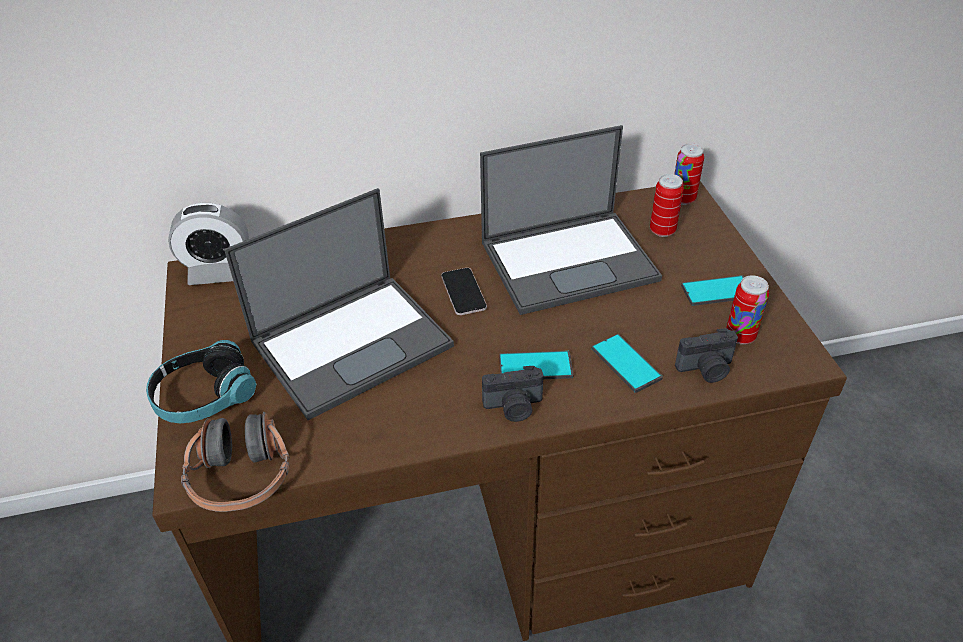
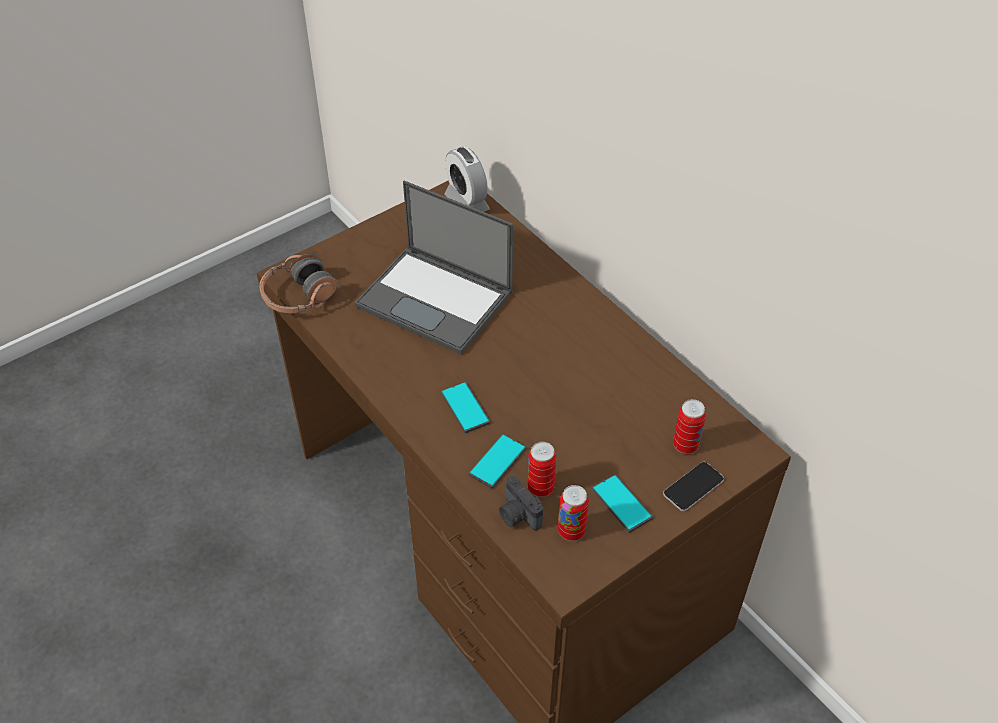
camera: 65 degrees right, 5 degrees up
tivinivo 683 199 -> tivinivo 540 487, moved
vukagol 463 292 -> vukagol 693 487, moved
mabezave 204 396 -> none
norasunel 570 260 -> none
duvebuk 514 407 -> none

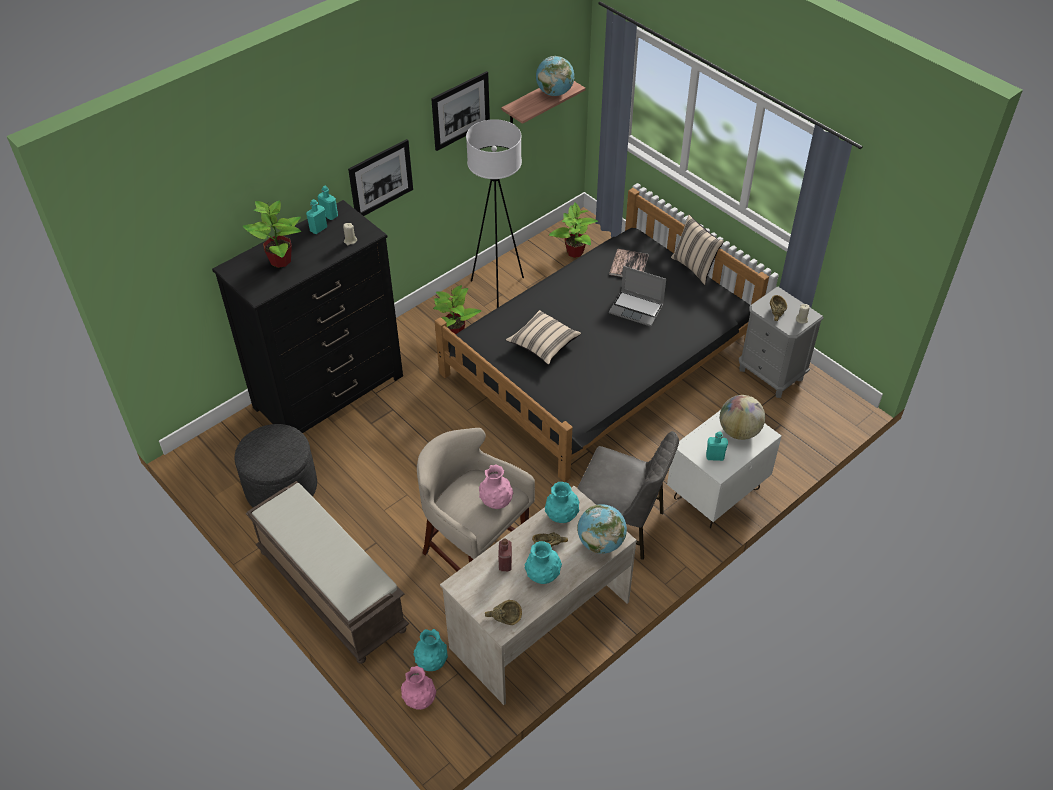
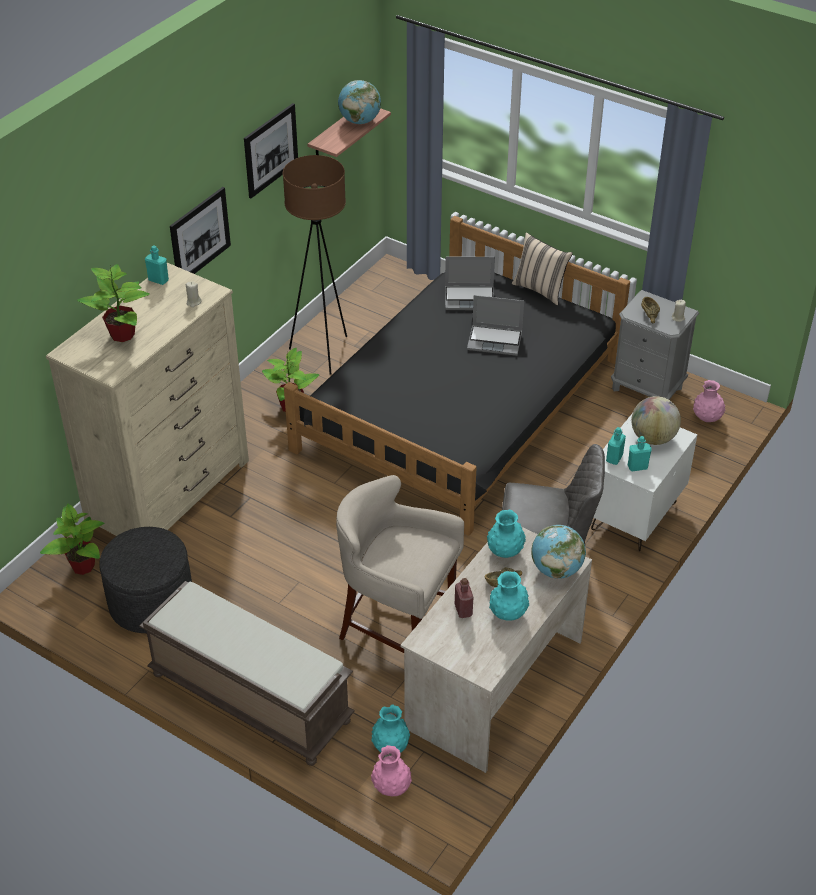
camera: 15 degrees left, 5 degrees down
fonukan 574 252 -> fonukan 82 566, moved
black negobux 329 391 -> beige negobux 169 492
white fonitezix 498 289 -> brown fonitezix 323 352
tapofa 628 265 -> norasunel 470 298
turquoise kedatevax 318 229 -> turquoise kedatevax 614 458, moved
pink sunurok 496 502 -> pink sunurok 706 418, moved
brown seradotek 503 618 -> none
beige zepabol 543 344 -> none

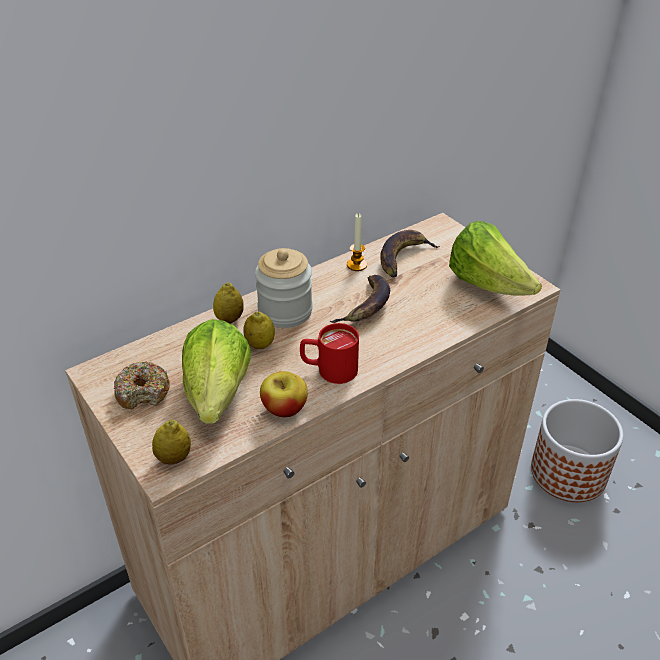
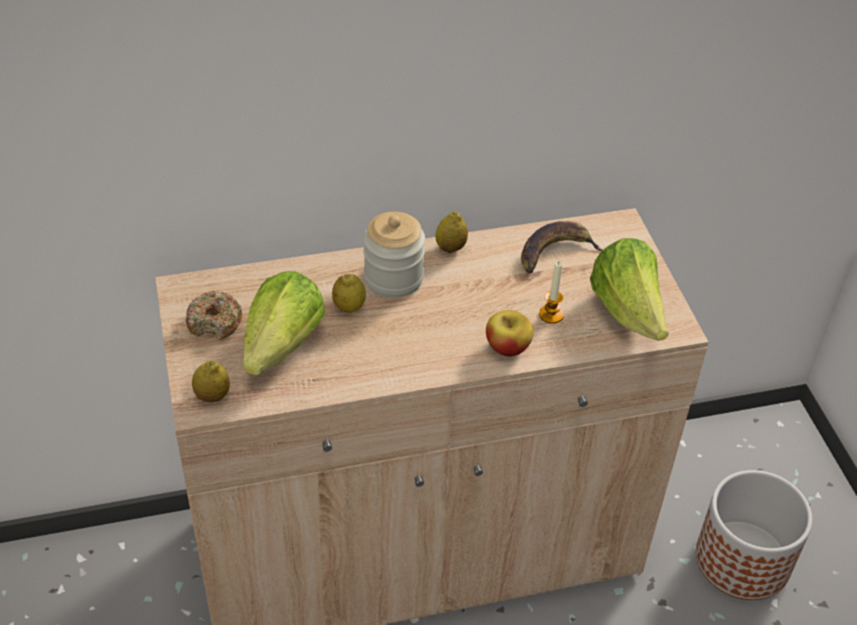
camera: 20 degrees right, 5 degrees up
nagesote 229 319 -> nagesote 451 248, moved
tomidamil 284 408 -> tomidamil 507 347, moved
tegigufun 356 265 -> tegigufun 551 314, moved
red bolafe 329 370 -> none
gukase 366 306 -> none

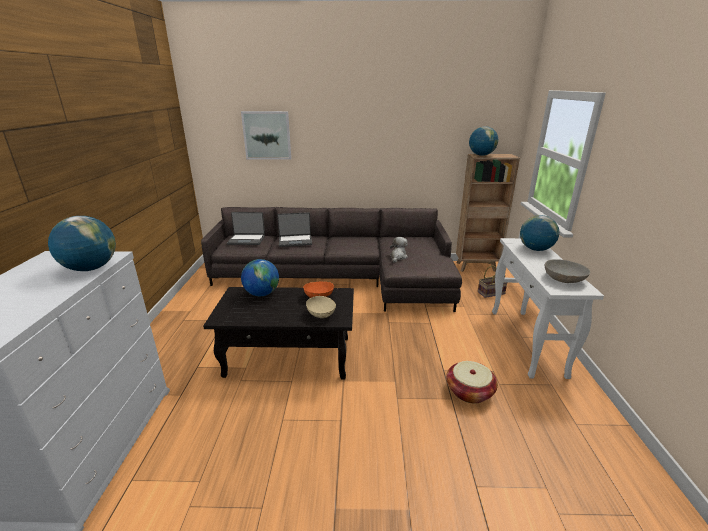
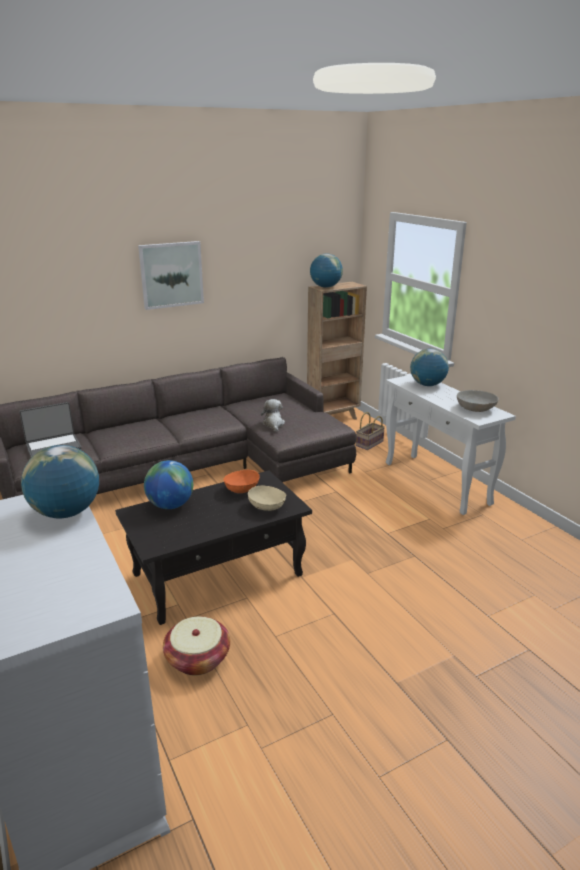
camera: 30 degrees left, 0 degrees up
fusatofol 267 135 -> fusatofol 171 275, moved
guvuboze 469 391 -> guvuboze 198 659, moved
norasunel 295 241 -> none

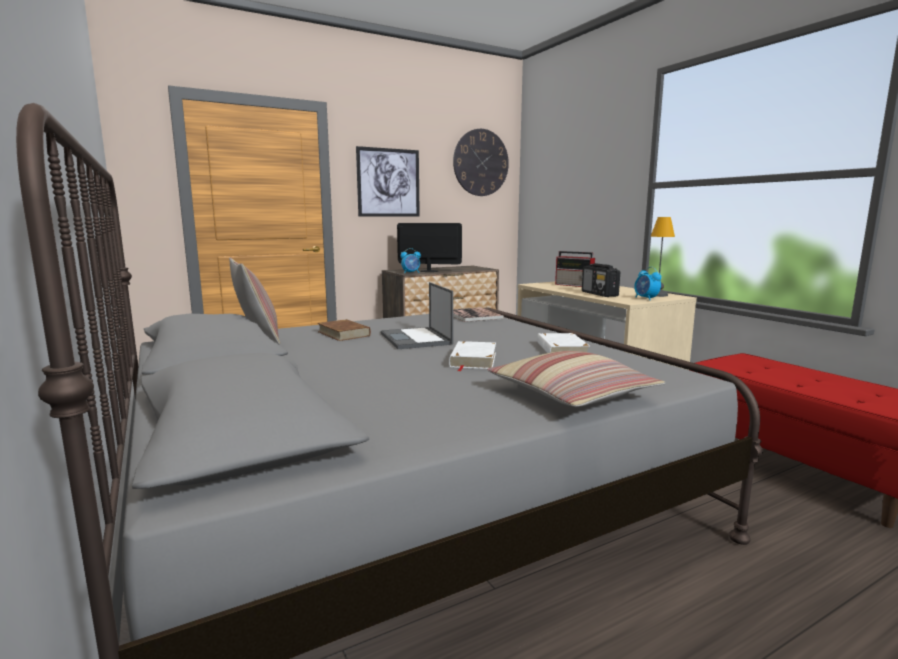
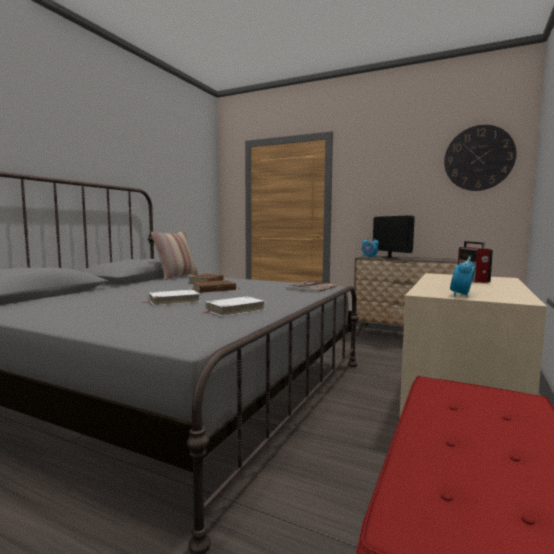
camera: 55 degrees right, 5 degrees down
norasunel 416 339 -> brown tapofa 214 289
fusatofol 388 183 -> none
zepabol 571 394 -> none
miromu 599 294 -> none
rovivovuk 657 295 -> none

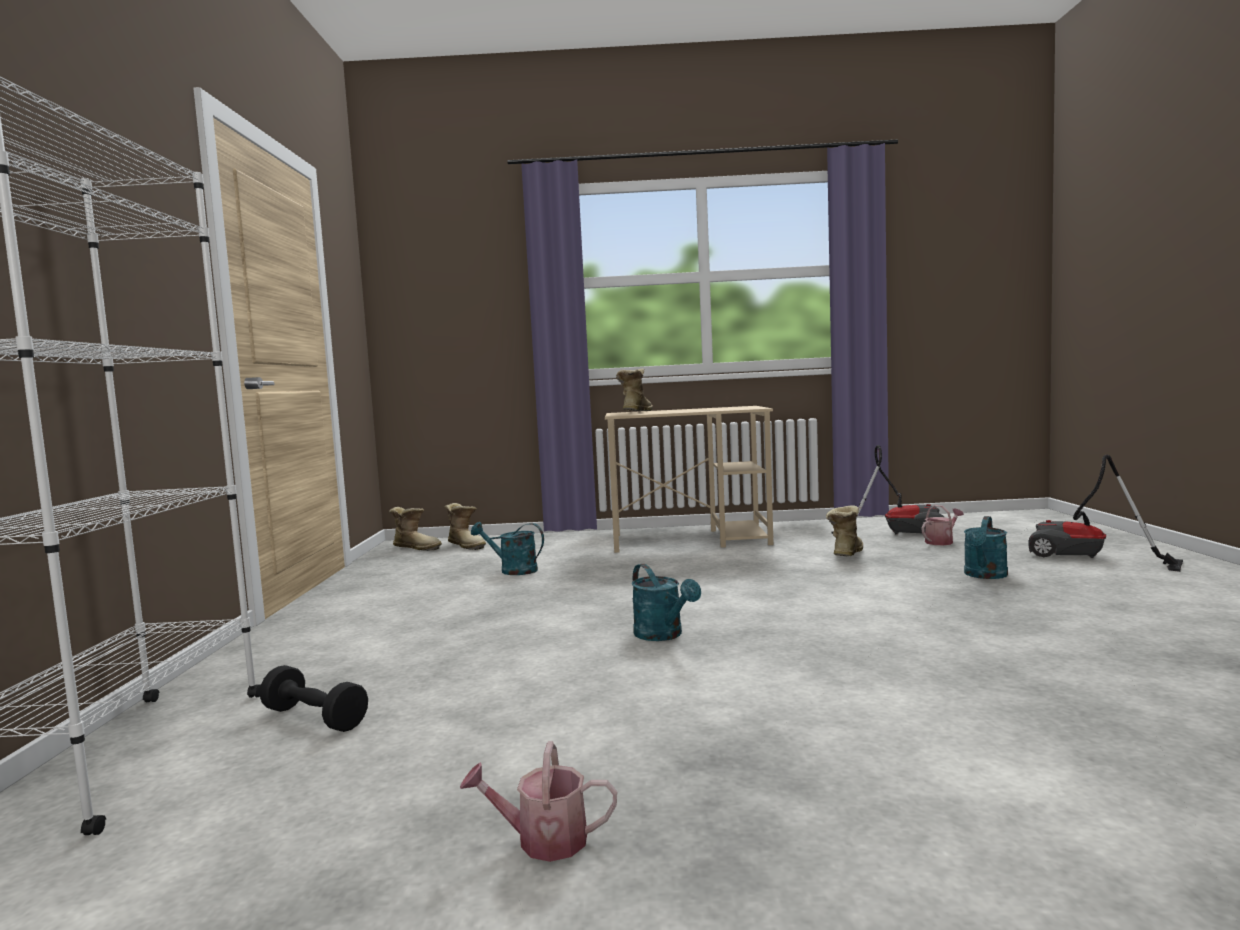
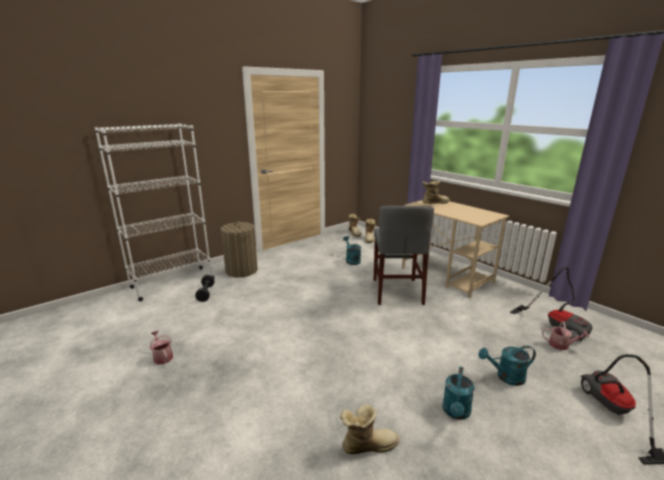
camera: 50 degrees right, 15 degrees up
none -> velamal 241 270
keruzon 845 553 -> keruzon 367 444, moved
none -> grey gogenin 397 291
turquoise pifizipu 663 635 -> turquoise pifizipu 456 412, moved

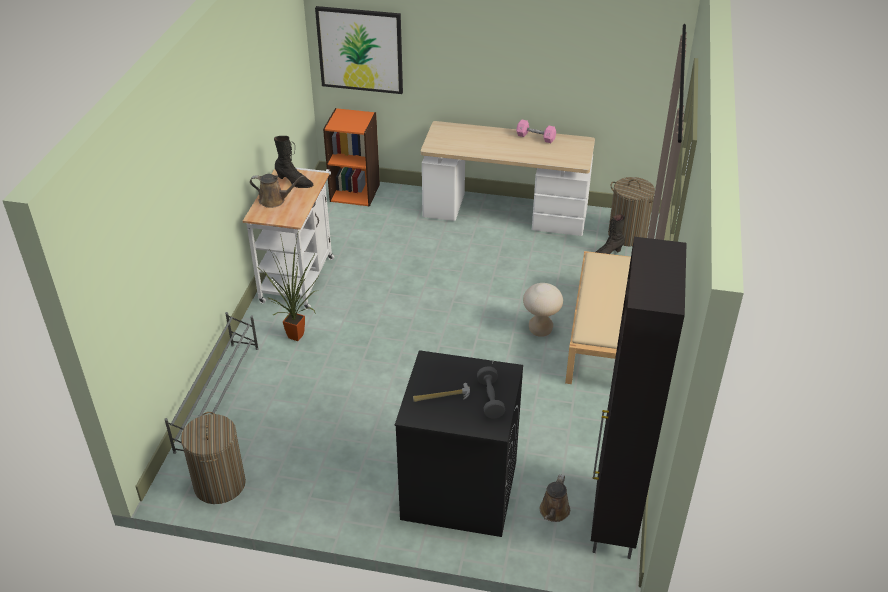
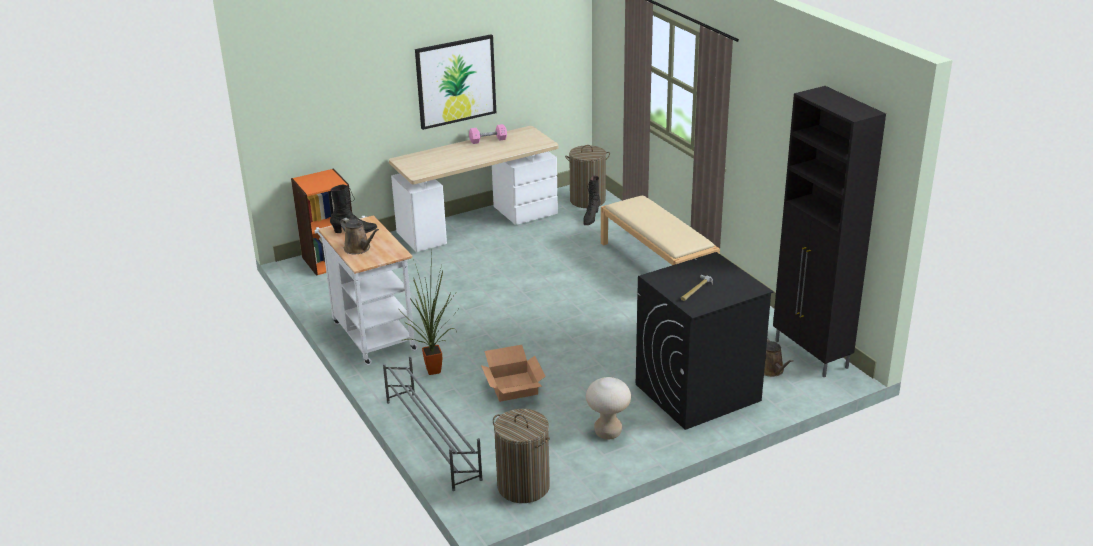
camera: 40 degrees left, 10 degrees down
brown pifizipu 274 200 -> brown pifizipu 359 249, 75 degrees clockwise
fusatofol 360 50 -> fusatofol 456 81, moved
none -> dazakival 514 386
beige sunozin 540 330 -> beige sunozin 608 433, moved
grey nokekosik 490 399 -> none

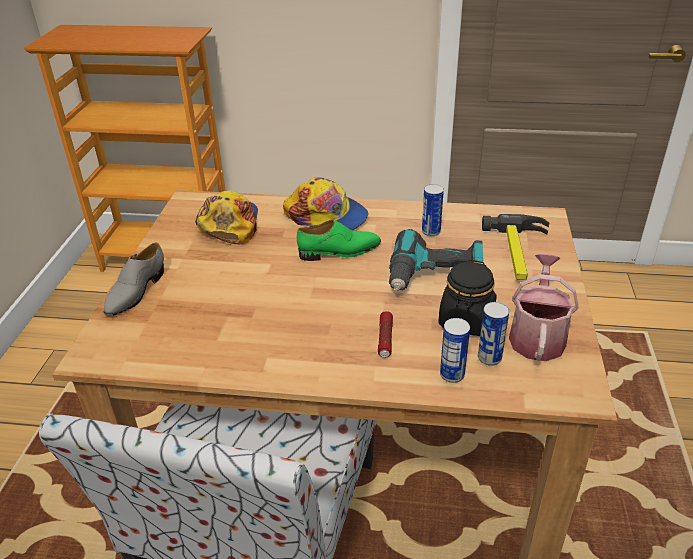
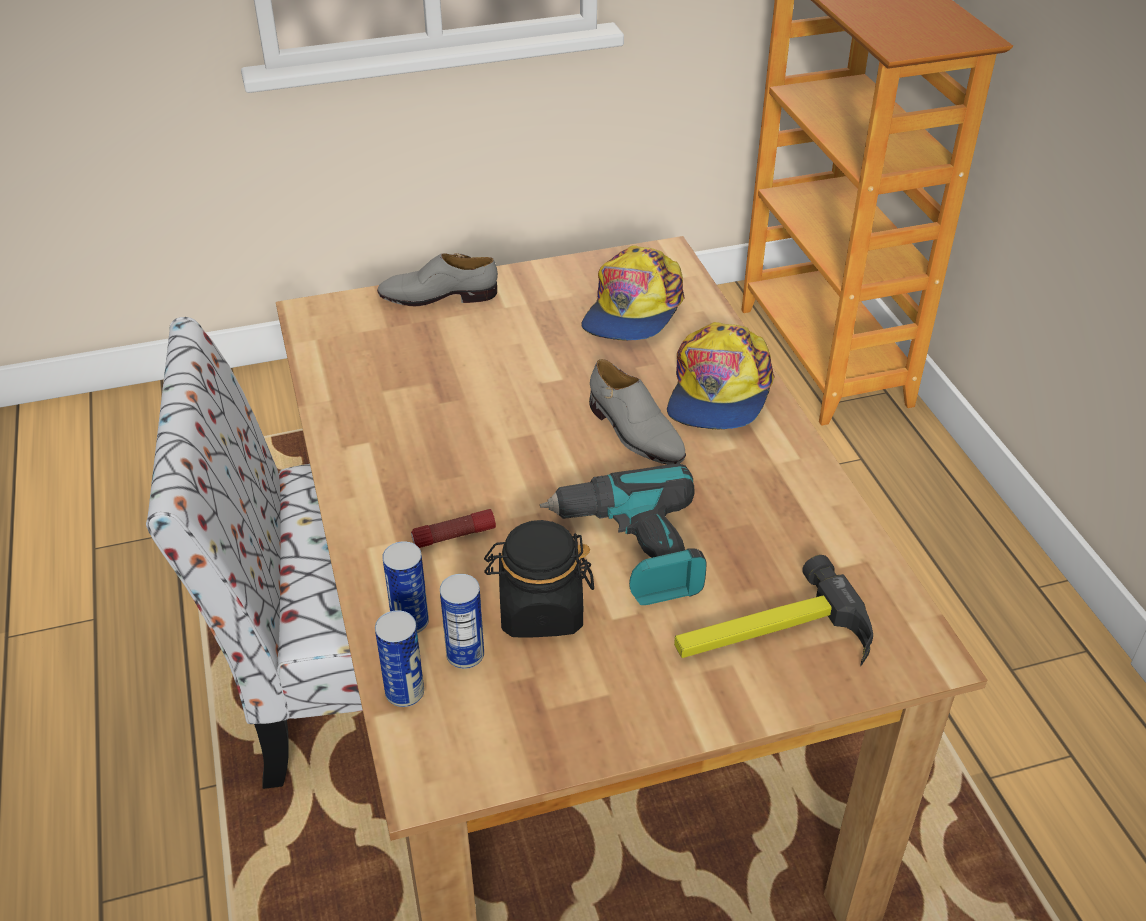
camera: 65 degrees right, 5 degrees up
tivinivo 431 231 -> tivinivo 405 693, moved
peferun 229 223 -> peferun 633 309, 135 degrees clockwise
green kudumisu 340 251 -> grey kudumisu 635 432
pifizipu 537 335 -> none

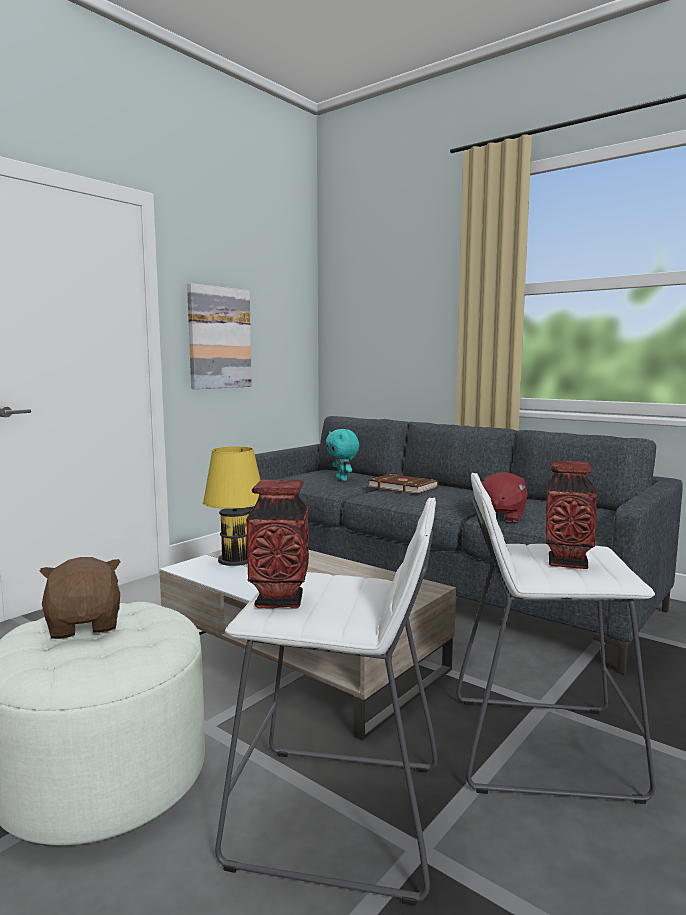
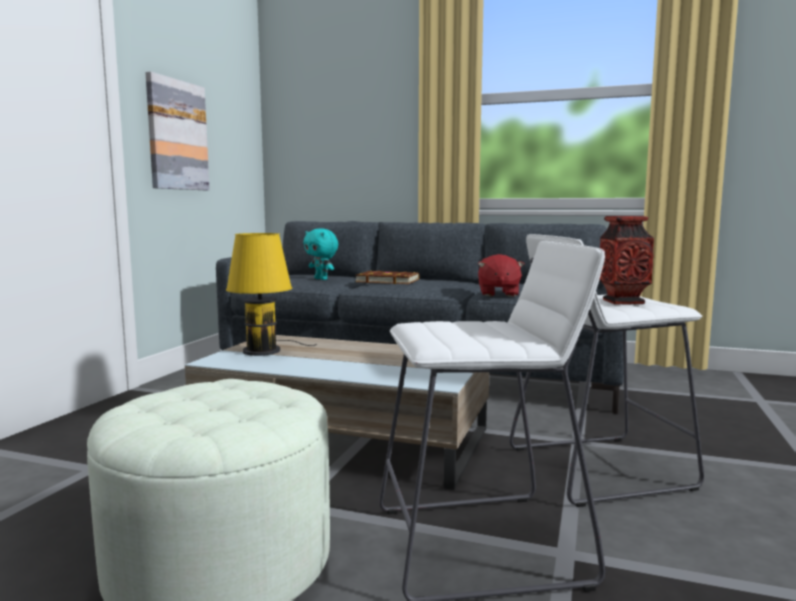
camera: 20 degrees left, 0 degrees up
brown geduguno 85 625 -> none
sunurok 280 600 -> none

